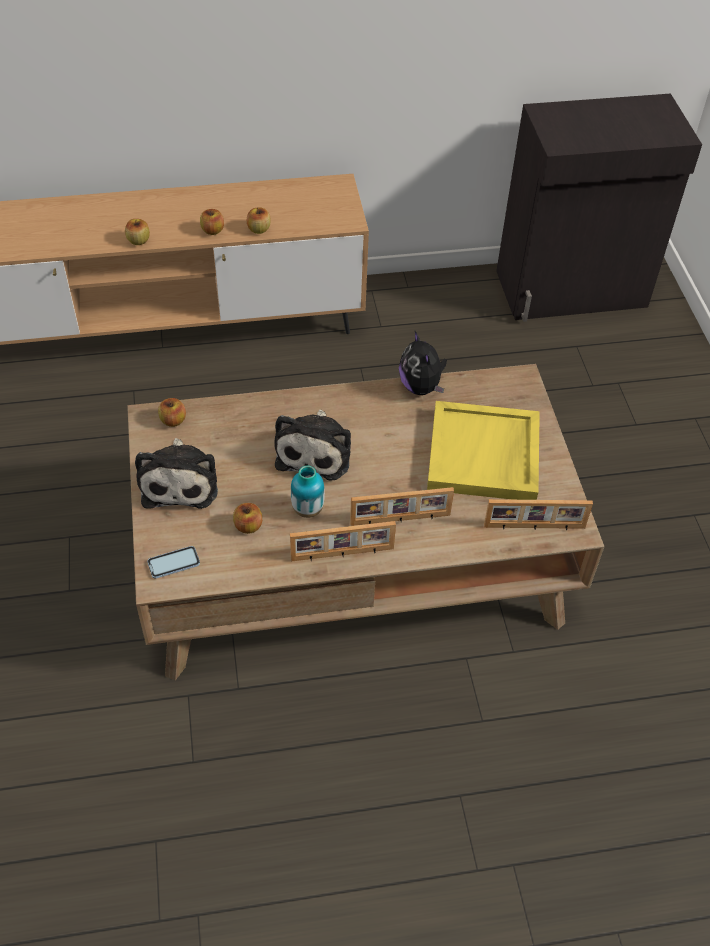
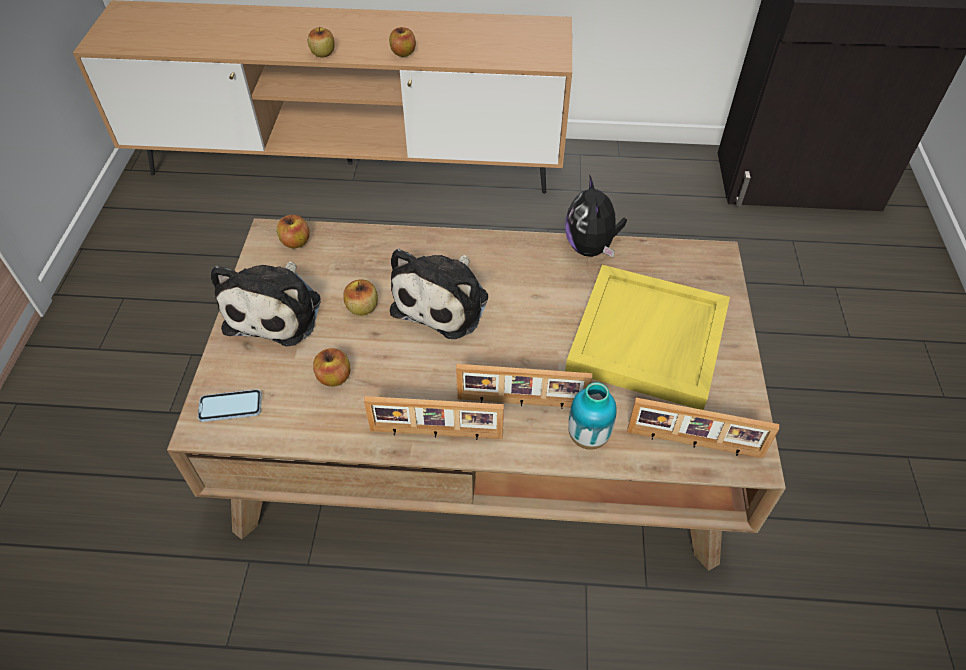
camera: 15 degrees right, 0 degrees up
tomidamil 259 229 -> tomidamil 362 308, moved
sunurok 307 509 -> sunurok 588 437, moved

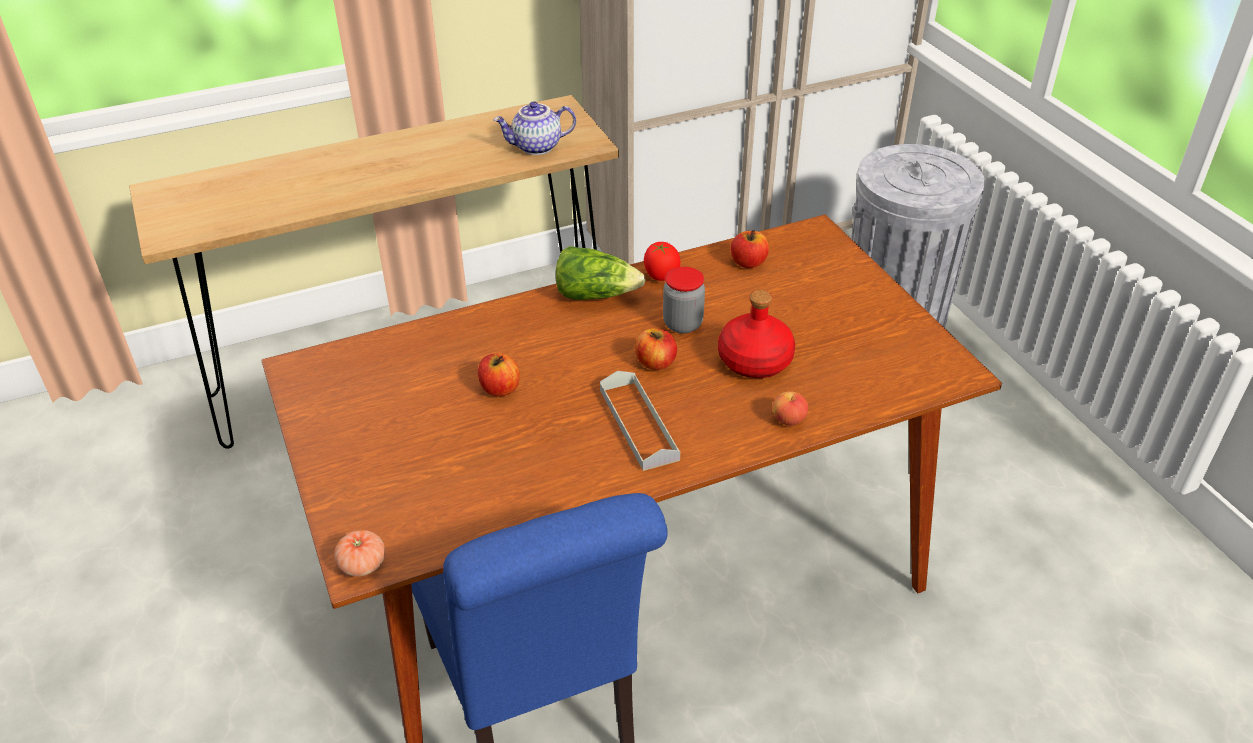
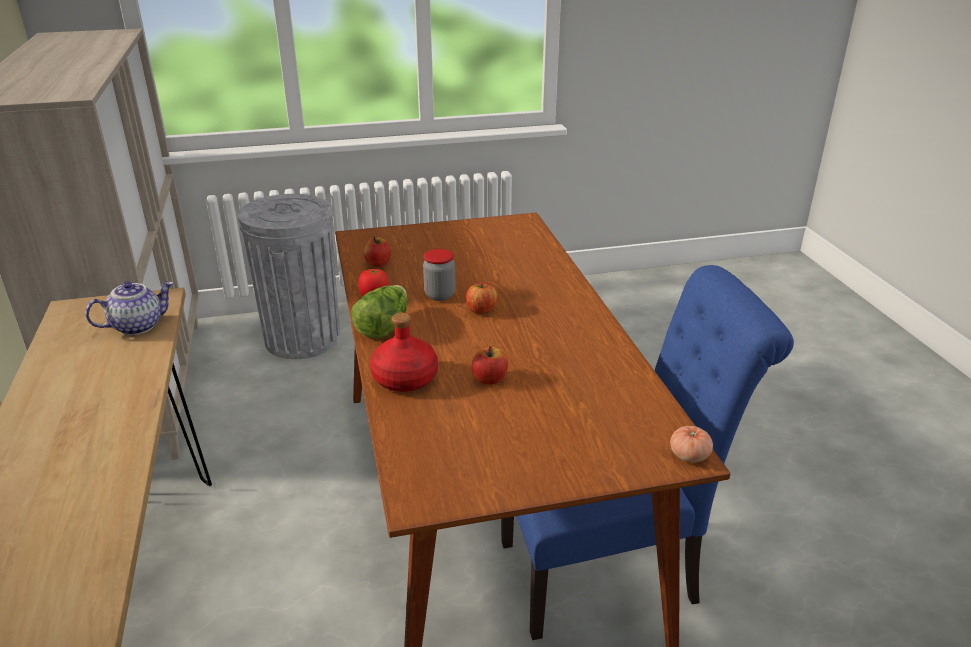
camera: 80 degrees left, 10 degrees down
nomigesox 536 147 -> nomigesox 137 326, 120 degrees counterclockwise
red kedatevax 754 361 -> red kedatevax 406 379, moved
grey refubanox 638 424 -> none
tomidamil 788 419 -> none

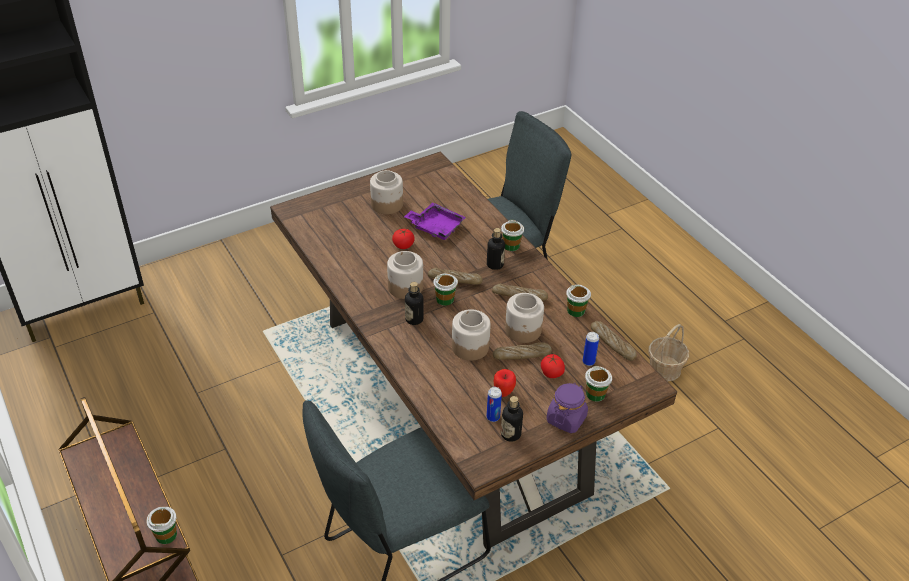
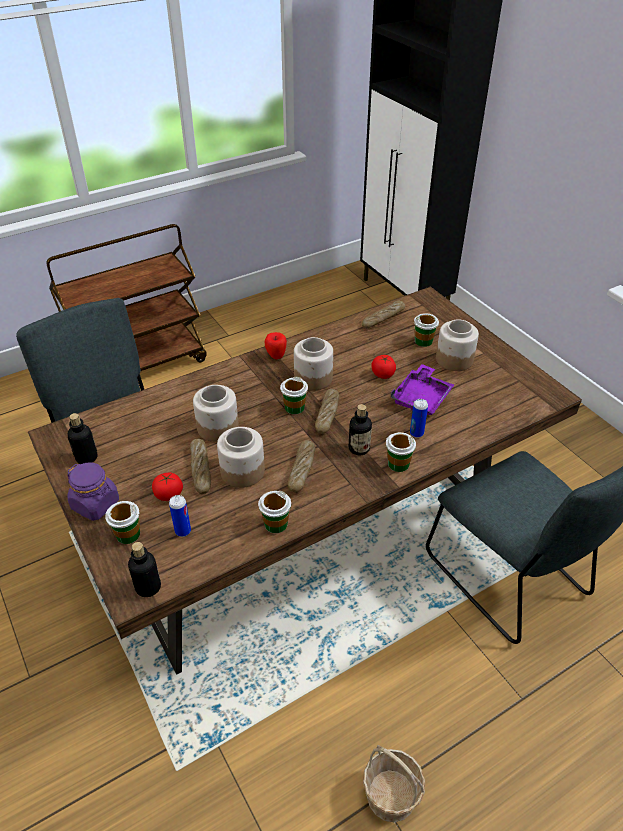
camera: 90 degrees right, 0 degrees up
kedatevax 414 319 -> kedatevax 148 587, moved
tomidamil 503 393 -> tomidamil 276 356, moved
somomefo 612 344 -> somomefo 383 318, moved
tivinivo 493 417 -> tivinivo 416 433, moved
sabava 166 535 -> sabava 423 341, moved

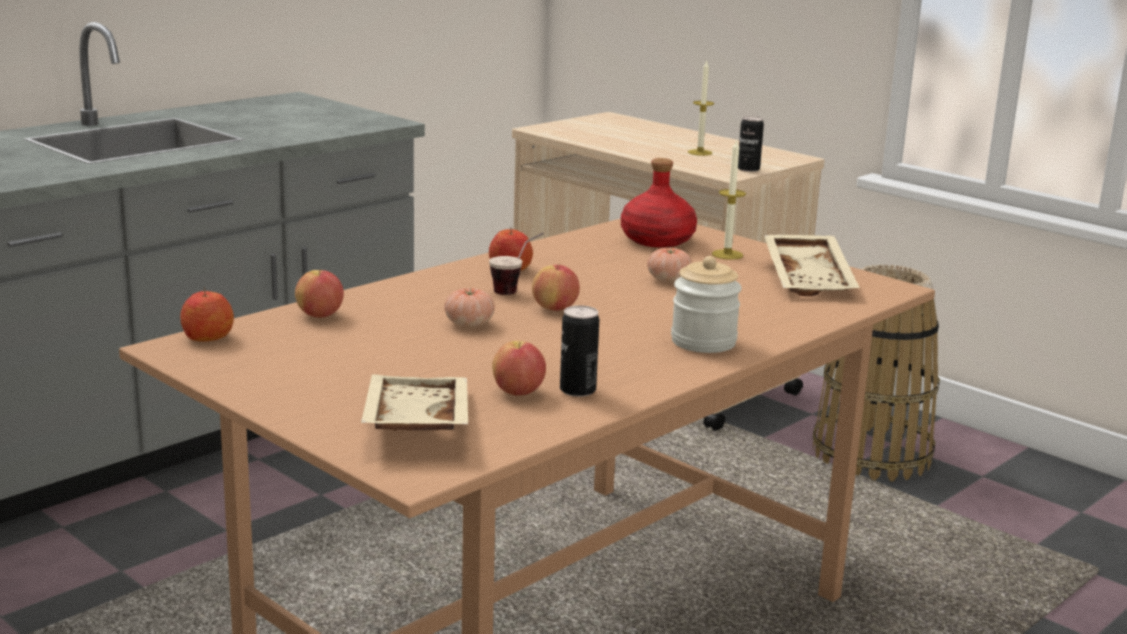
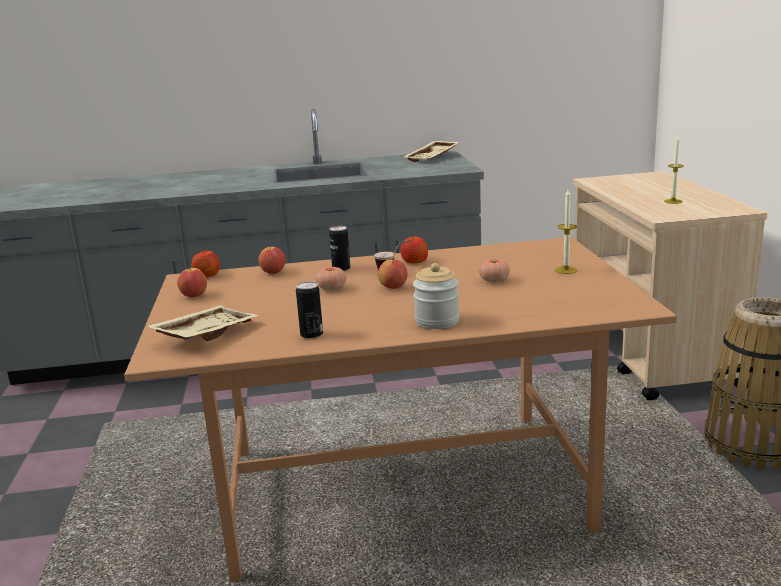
camera: 40 degrees right, 0 degrees up
tomidamil 518 392 -> tomidamil 194 295, moved
tivinivo 748 169 -> tivinivo 341 269, moved
beige refubanox 810 279 -> beige refubanox 433 158, moved
red kedatevax 657 240 -> none

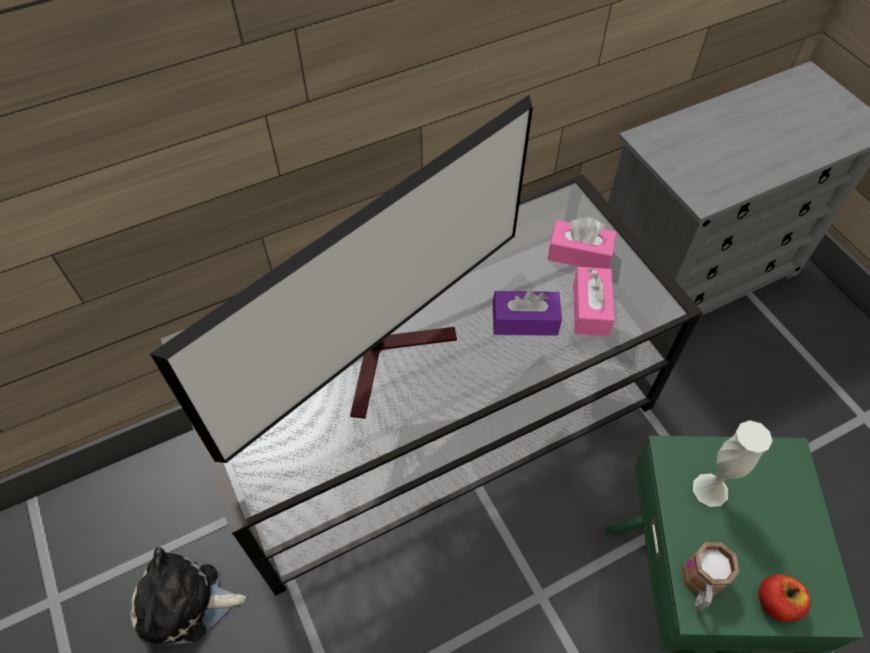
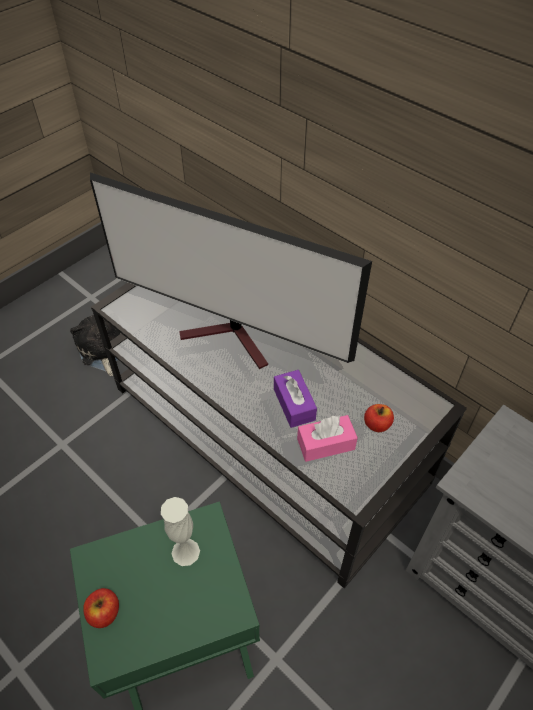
camera: 70 degrees right, 5 degrees down
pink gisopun 579 254 -> tomidamil 377 424
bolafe 700 585 -> none

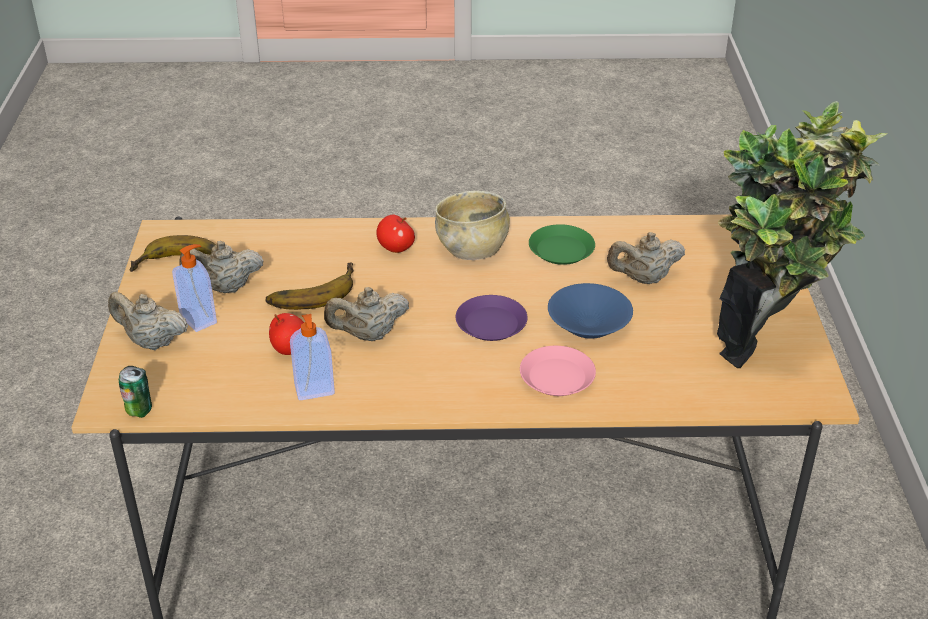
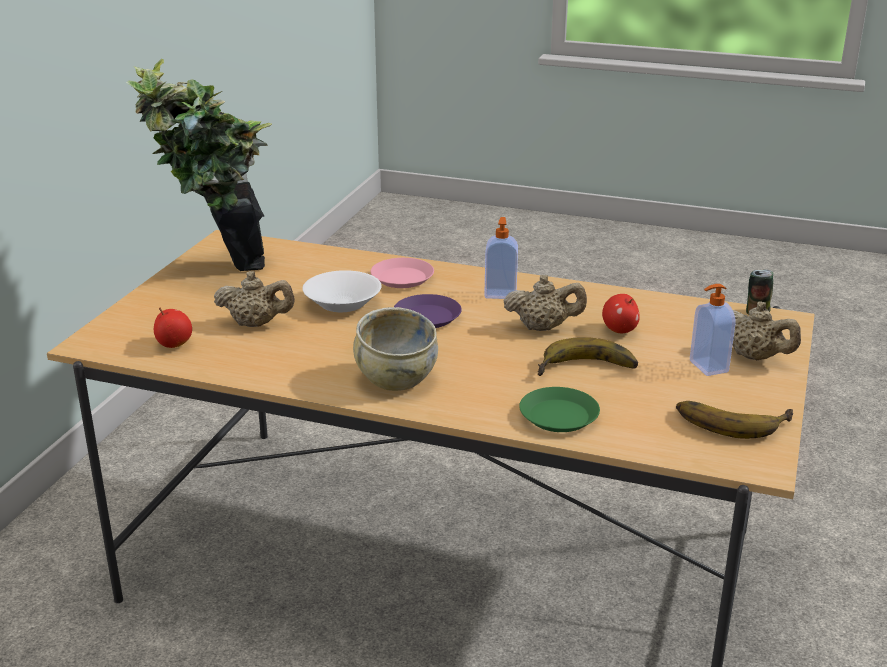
camera: 160 degrees left, 10 degrees down
tomidamil 396 248 -> tomidamil 174 344, moved
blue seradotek 589 323 -> white seradotek 341 303
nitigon 314 390 -> nitigon 500 293, moved
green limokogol 561 250 -> green limokogol 558 416, moved
beige nomigesox 225 288 -> none

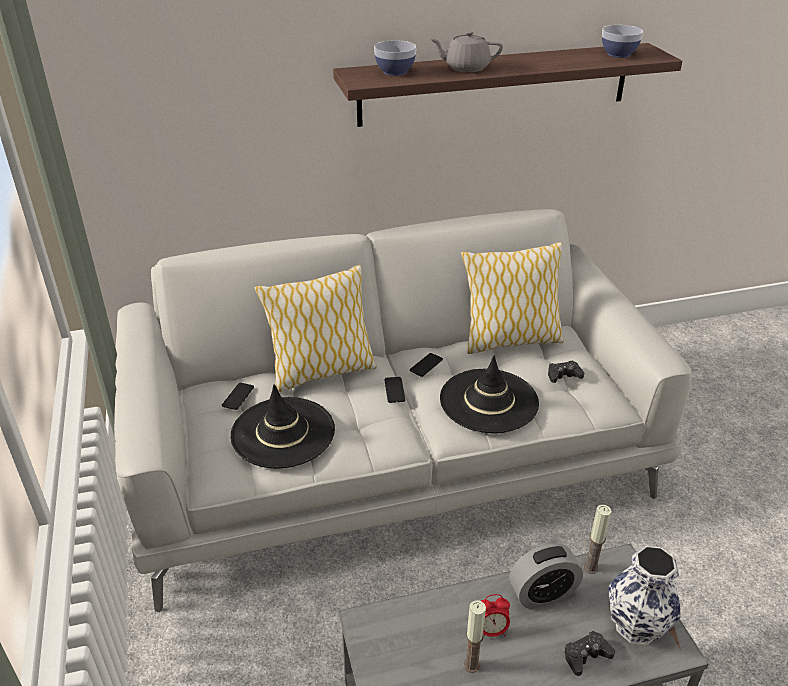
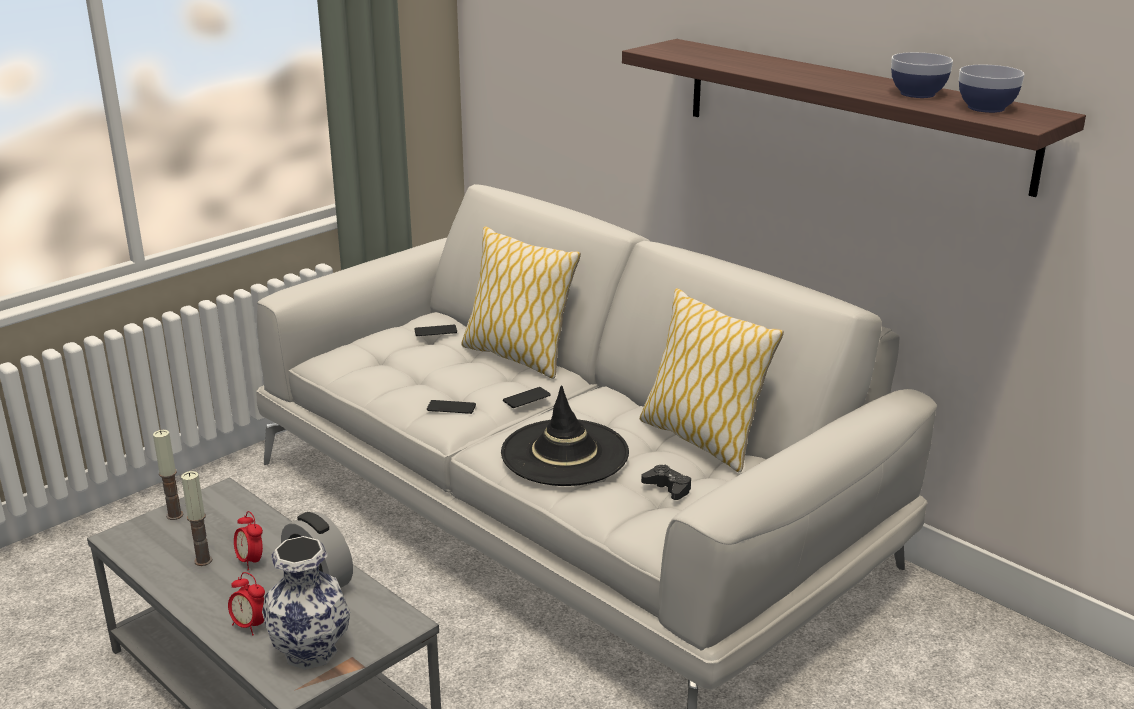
camera: 60 degrees right, 10 degrees down
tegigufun 590 567 -> tegigufun 174 515, moved
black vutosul 586 656 -> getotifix 250 626
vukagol 426 365 -> vukagol 451 407, moved
seradotek 395 72 -> seradotek 917 94, moved
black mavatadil 283 433 -> none
grey nomigesox 466 68 -> none

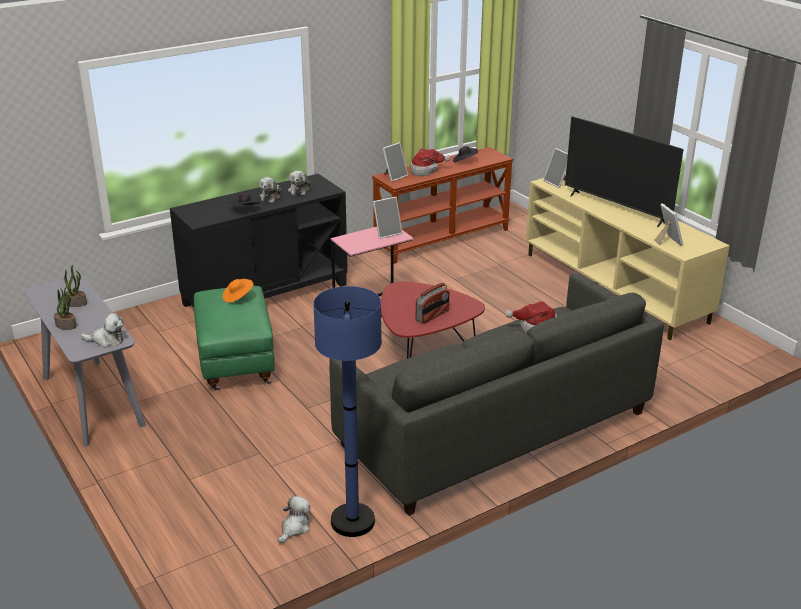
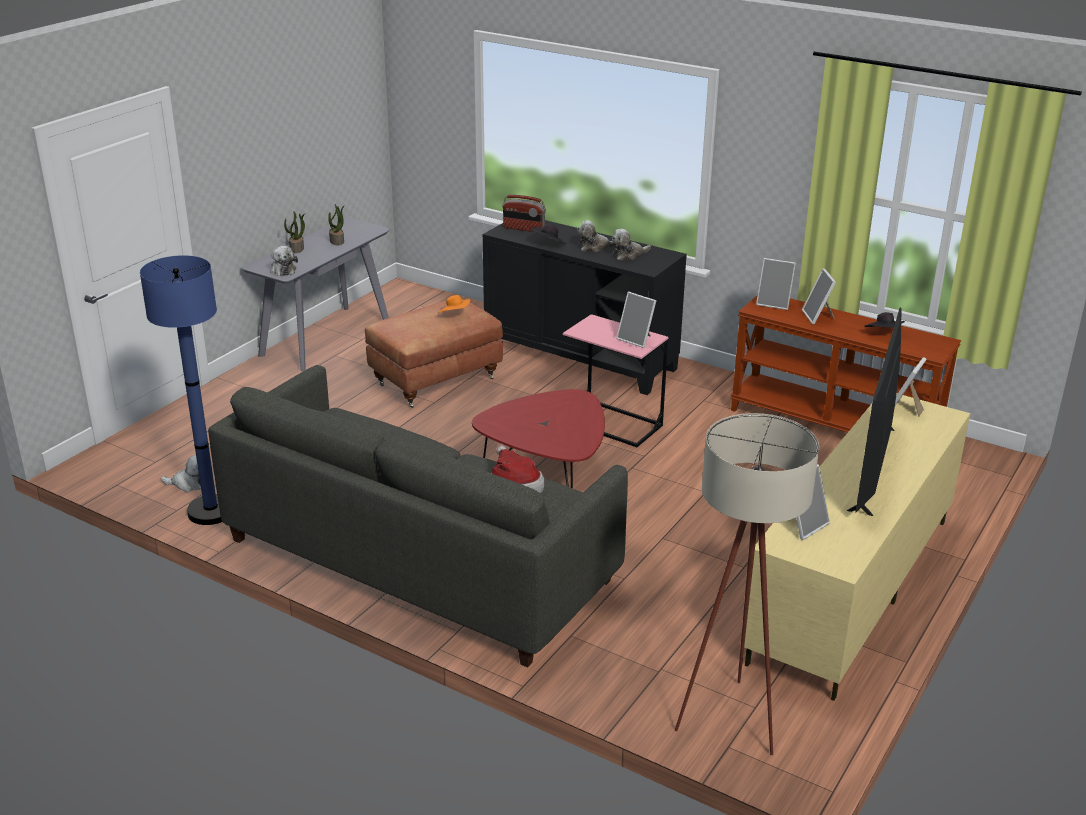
camera: 65 degrees right, 0 degrees up
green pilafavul 235 362 -> brown pilafavul 436 380
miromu 432 316 -> miromu 523 229, moved
none -> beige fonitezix 731 713
mavatadil 426 170 -> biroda 818 317

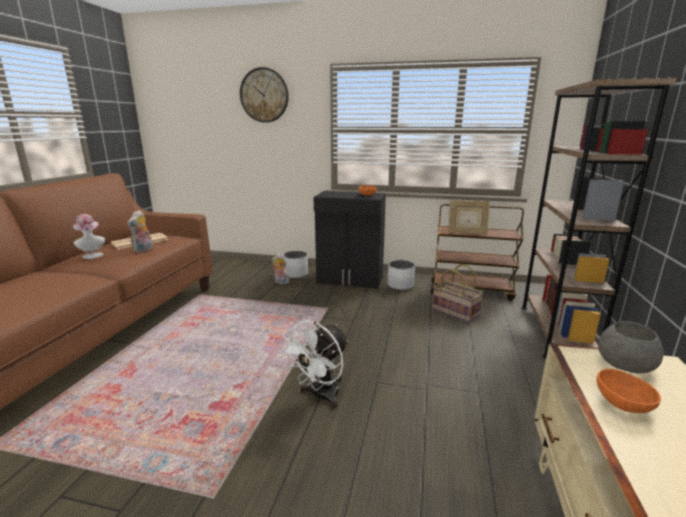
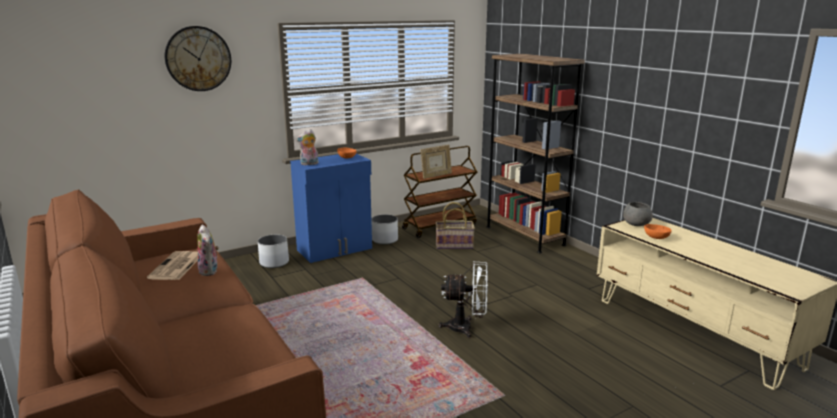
camera: 45 degrees left, 0 degrees up
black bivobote 350 280 -> blue bivobote 335 249
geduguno 280 282 -> geduguno 309 164, moved
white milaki 320 396 -> white milaki 466 328, 75 degrees counterclockwise
mavatadil 92 255 -> none

